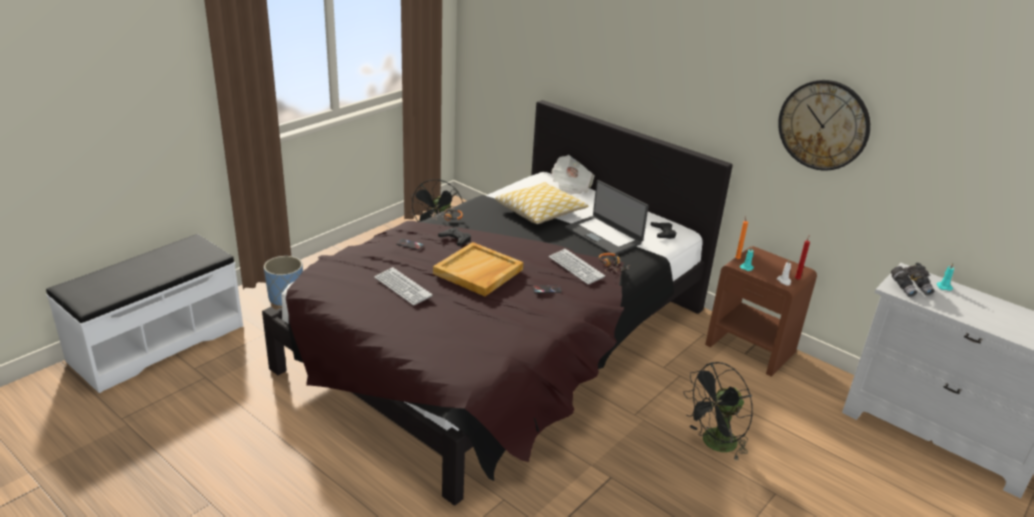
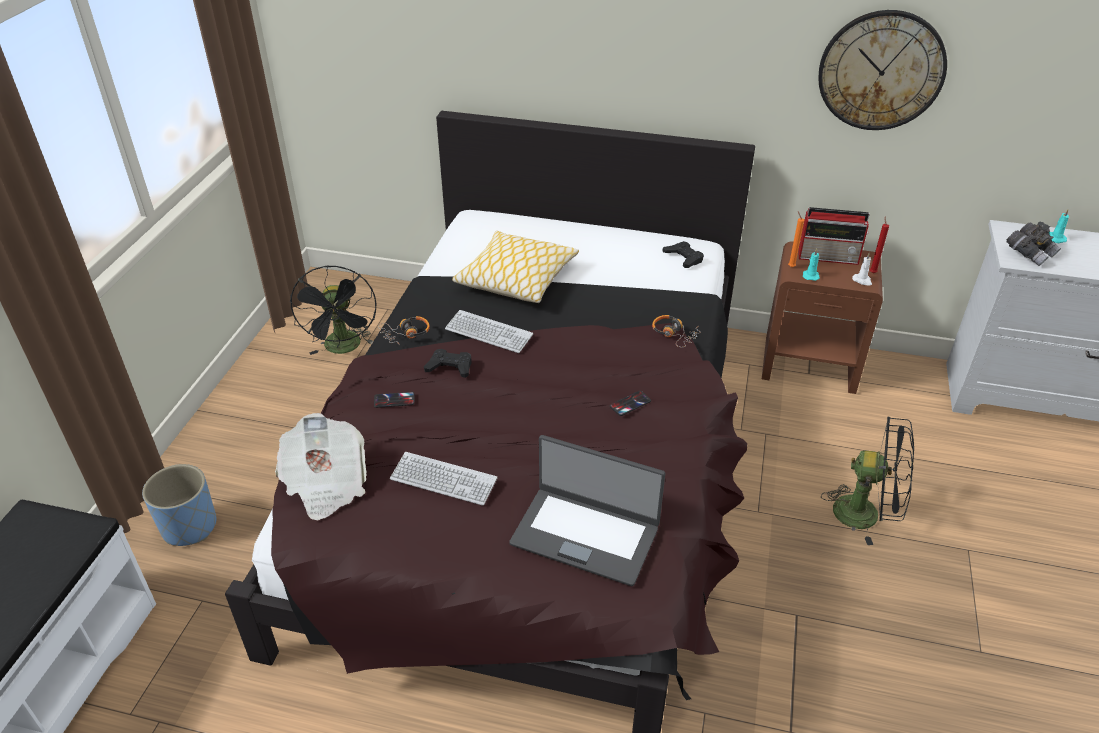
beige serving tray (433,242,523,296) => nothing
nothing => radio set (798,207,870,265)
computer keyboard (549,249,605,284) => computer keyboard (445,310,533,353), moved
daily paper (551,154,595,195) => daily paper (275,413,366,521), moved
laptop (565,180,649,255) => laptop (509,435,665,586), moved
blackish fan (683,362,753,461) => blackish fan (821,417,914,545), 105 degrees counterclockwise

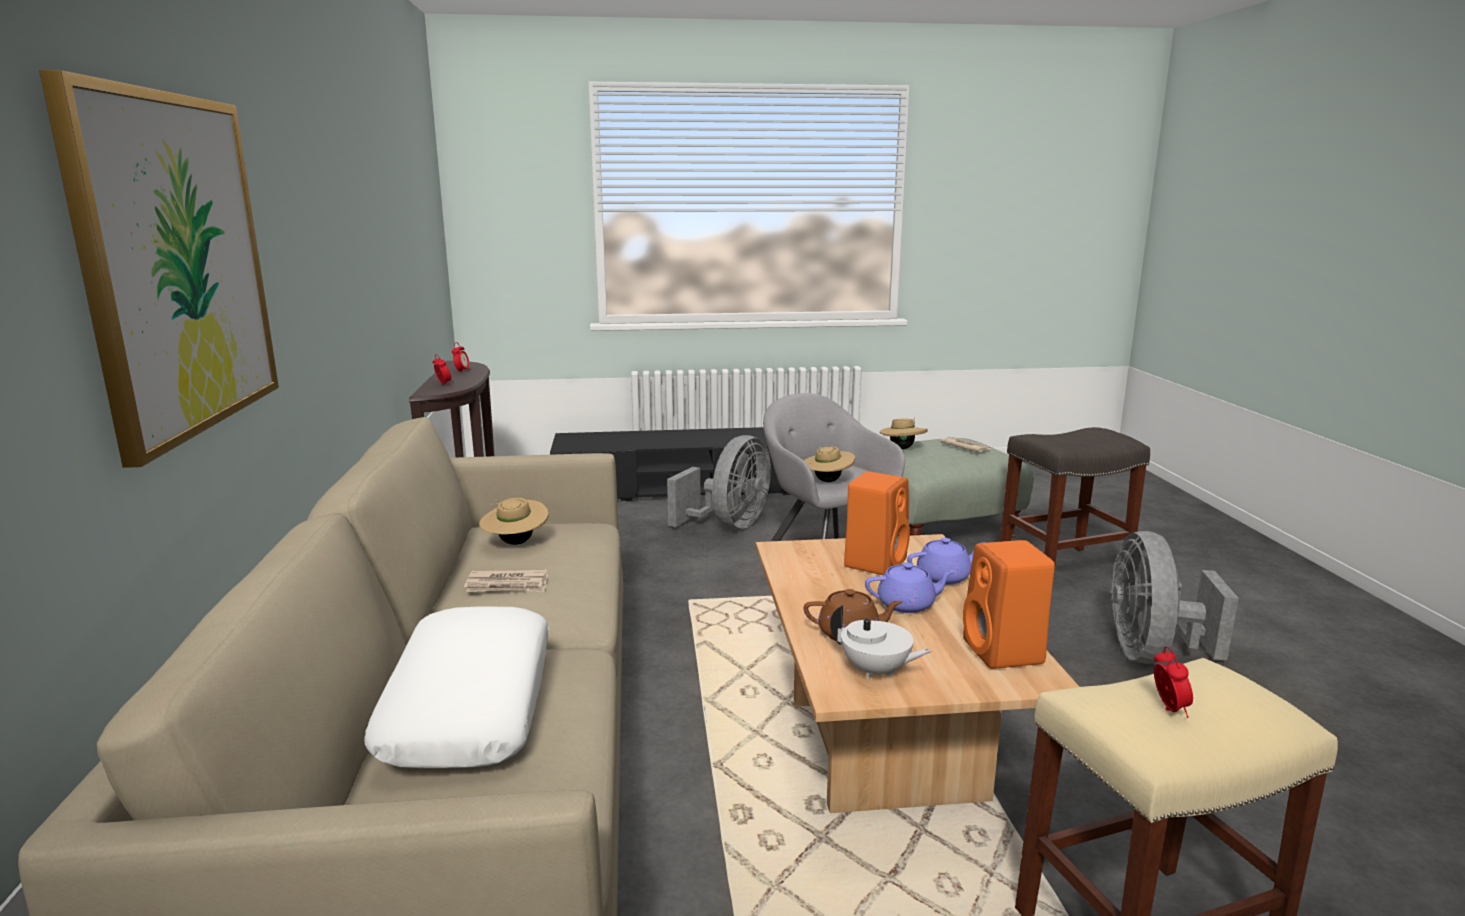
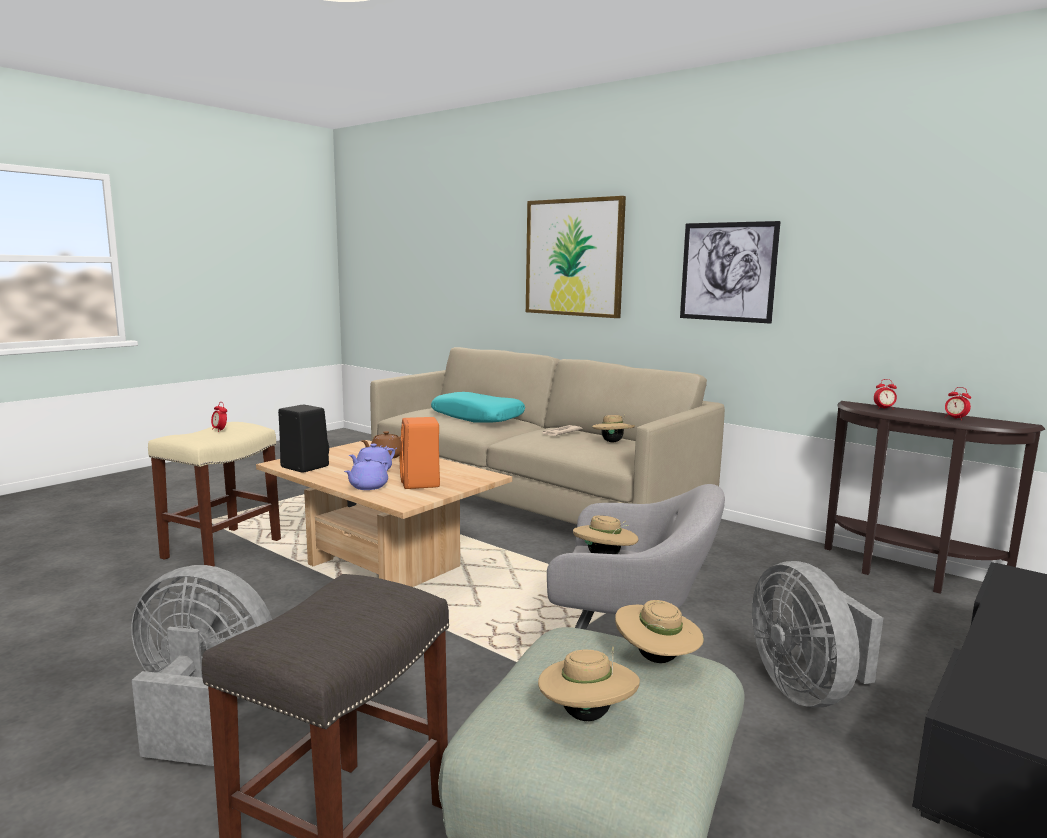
whitish pot for tea (830,605,932,680) => nothing
nothing => wall picture (680,221,781,324)
daily paper (940,437,992,452) => beige hat (538,647,640,721)
whitish throw pillow (364,606,549,768) => blue-green throw pillow (431,392,525,423)
orange speaker (963,540,1055,669) => blackish speaker (278,404,329,473)
grey fan (1110,531,1239,664) => grey fan (131,565,272,766), 45 degrees counterclockwise

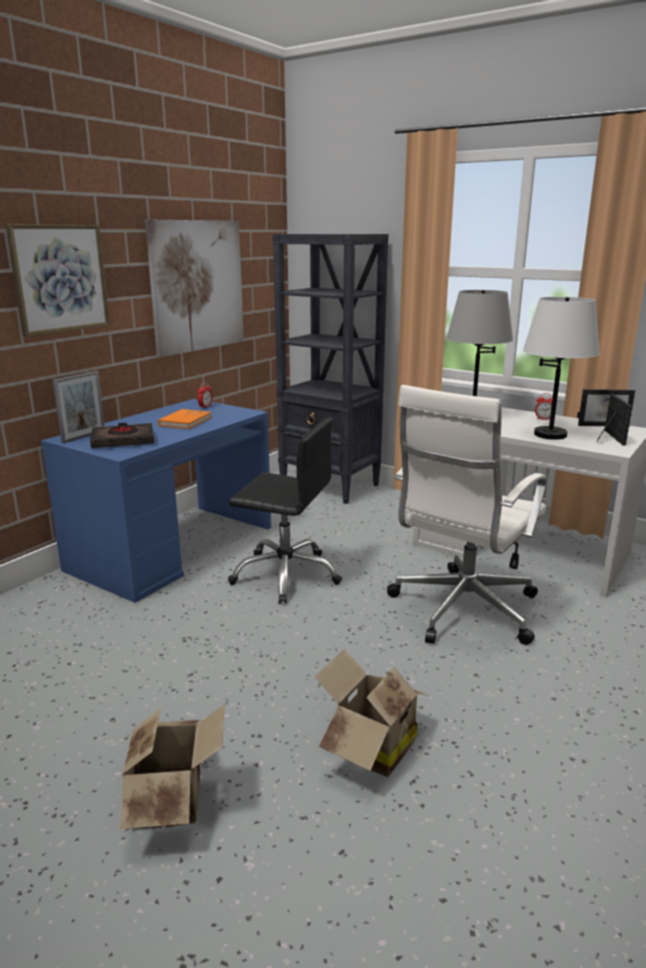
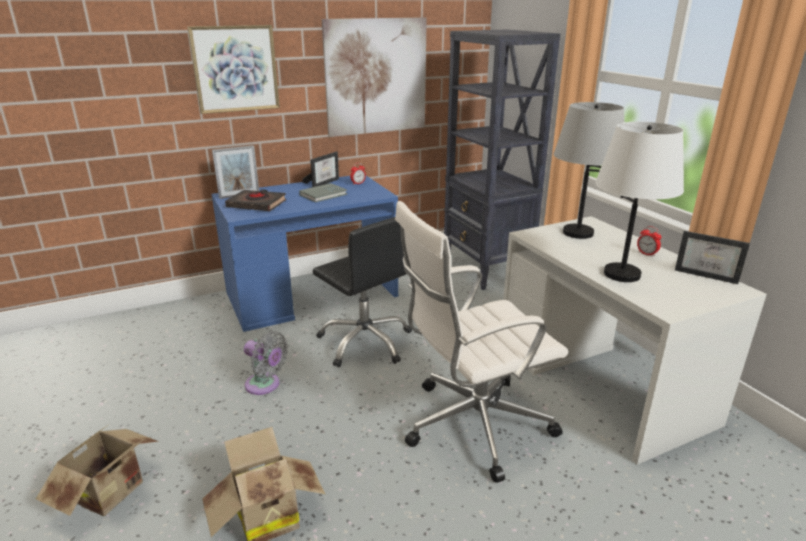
nothing => grey fan (244,332,288,395)
standing frame (597,394,632,445) => standing frame (302,152,339,187), moved
orange bound book (158,409,212,429) => grey bound book (299,183,347,203)

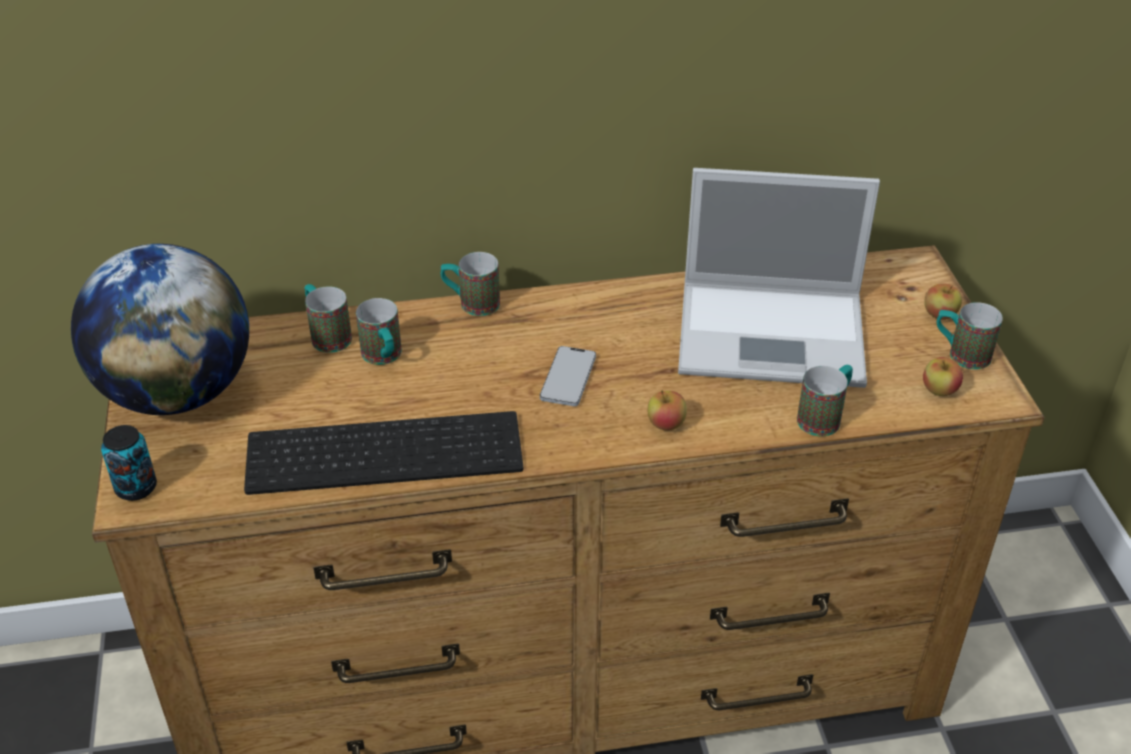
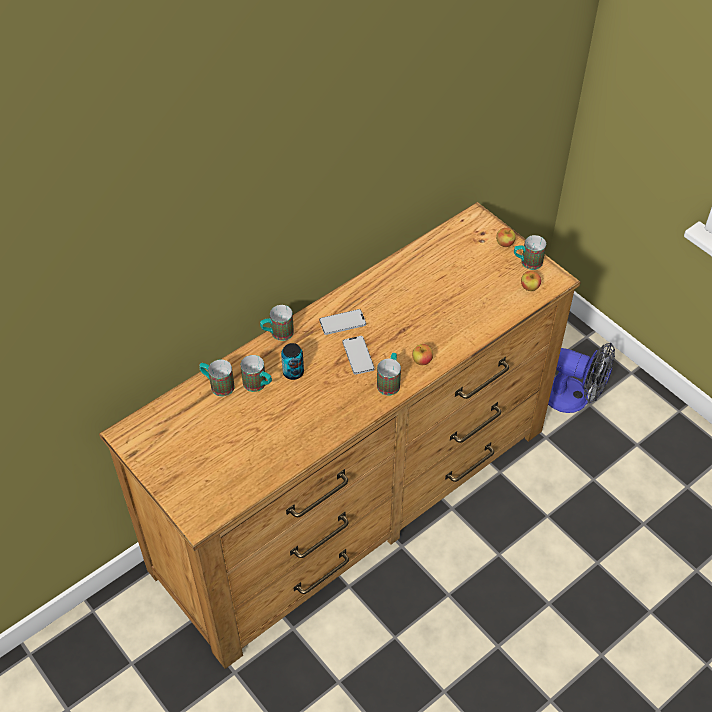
desk globe (71,244,249,415) => nothing
computer keyboard (244,411,523,495) => nothing
laptop (678,168,880,388) => nothing
nothing => telephone (319,309,366,335)
nothing => fan (548,343,615,413)
sealed can (101,425,157,501) => sealed can (281,343,304,380), moved
tea mug (797,365,853,436) => tea mug (377,353,401,396), moved

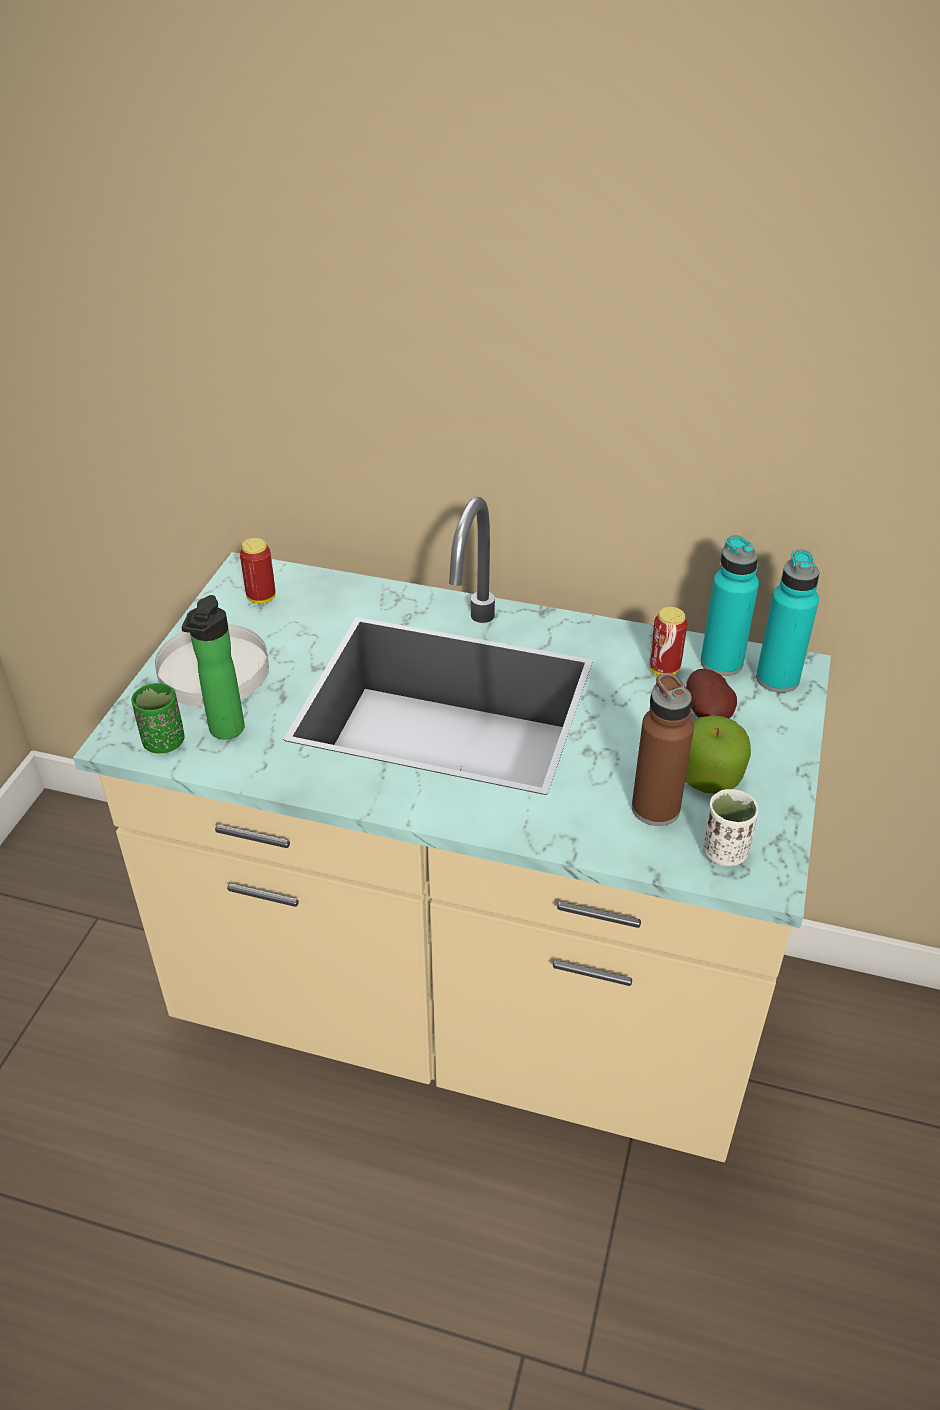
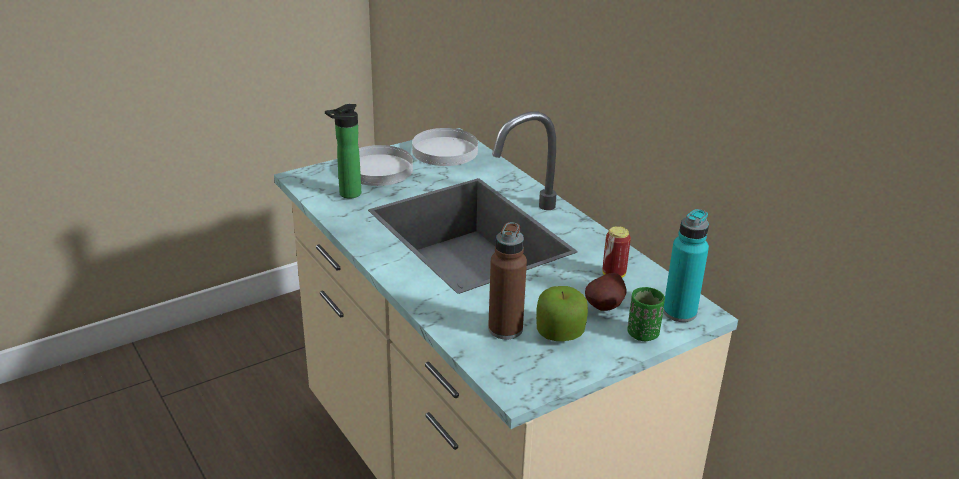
blue-green beverage bottle (700,535,759,676) => nothing
whitish cup (702,789,758,866) => nothing
greenish cup (131,683,185,753) => greenish cup (627,287,665,341), moved
sealed can (240,538,275,604) => whitish dinner plate (412,128,478,166)

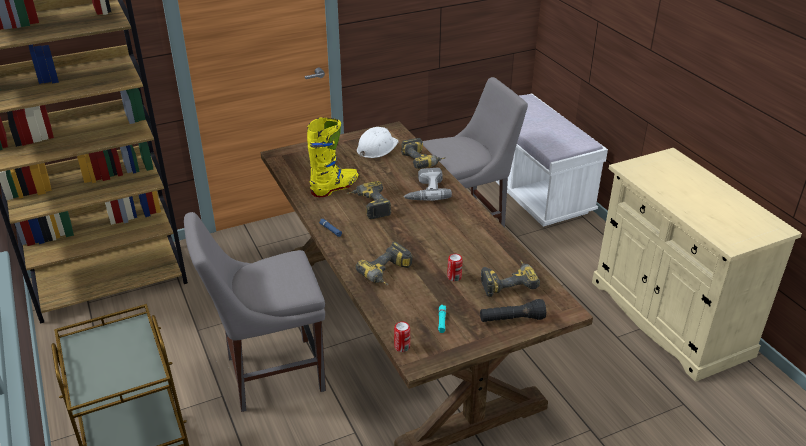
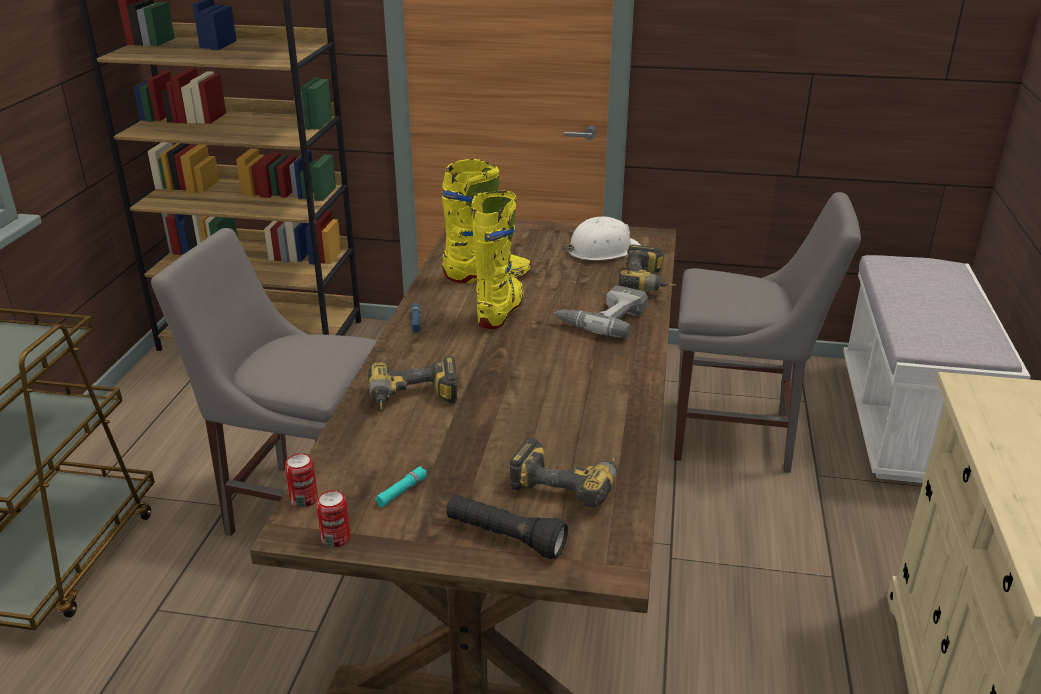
sealed can (447,254,463,281) => sealed can (317,490,350,547), moved
electric drill (346,181,391,219) => yellowish tall boot (471,191,524,329)

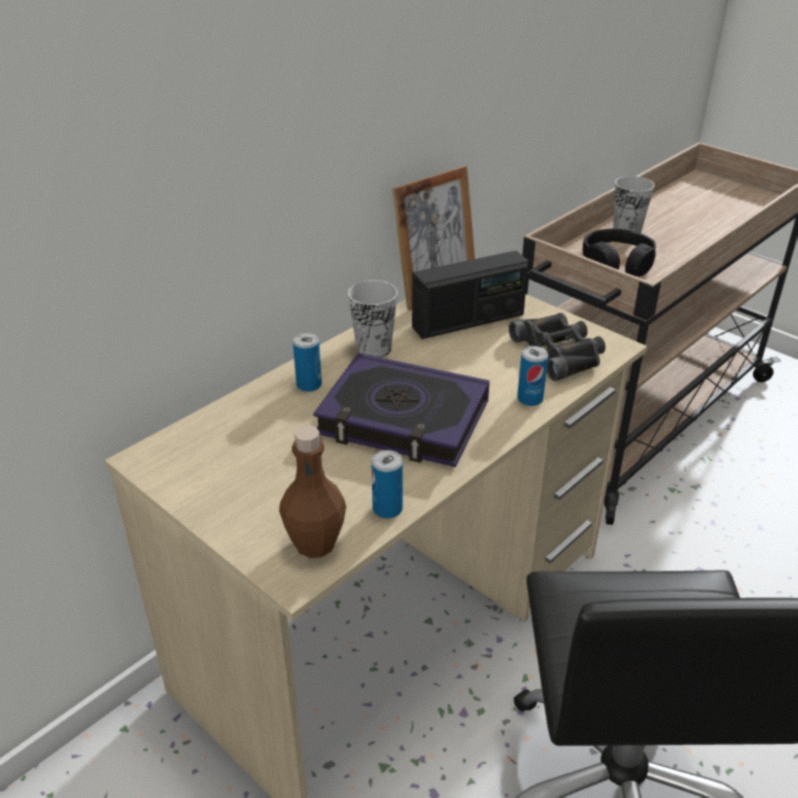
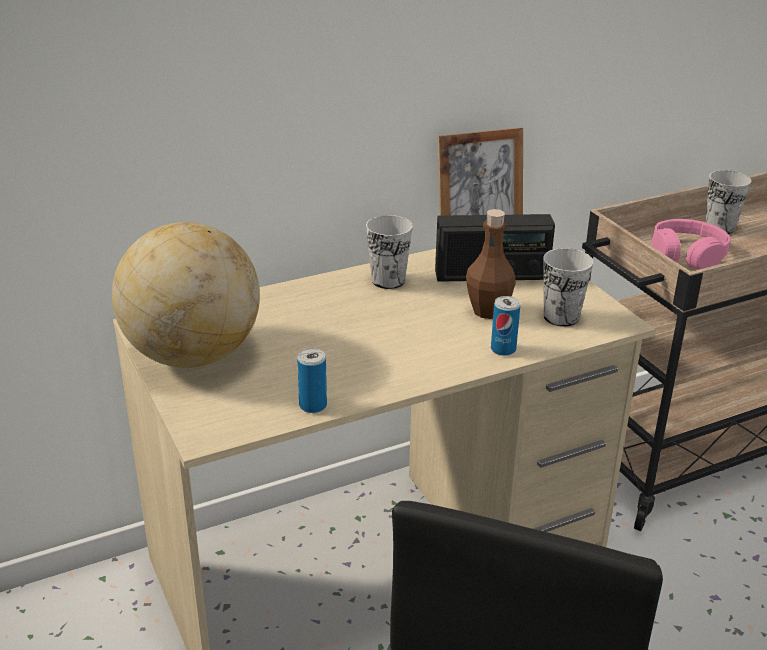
sealed can (293,333,322,392) => nothing
bound book (313,353,490,467) => nothing
nothing => desk globe (112,222,260,368)
brown beverage bottle (279,425,346,558) => brown beverage bottle (466,209,516,319), moved
blackish binoculars (509,313,605,381) => cup (543,248,594,327)
blackish pair of headphones (583,229,656,277) => pink-coloured pair of headphones (652,219,731,270)

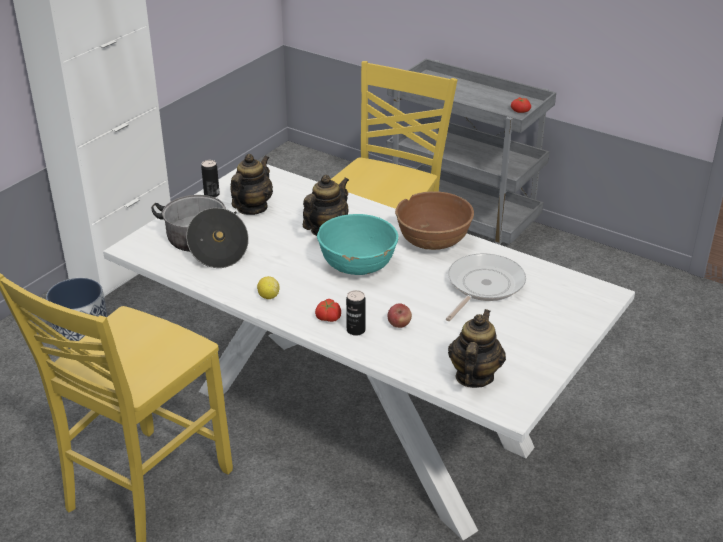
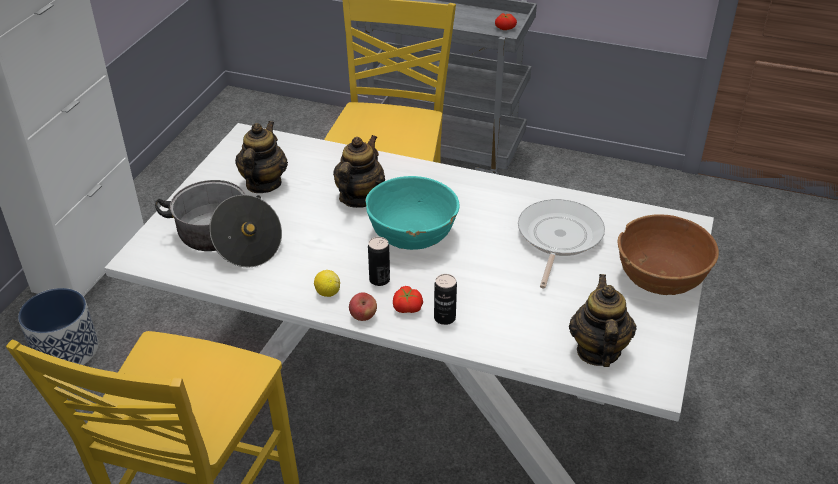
sealed can (201,160,220,197) => sealed can (368,237,390,286), moved
whole apple (387,303,412,328) => whole apple (349,292,377,321), moved
brown deep dish (395,191,474,250) => brown deep dish (618,215,719,295), moved

